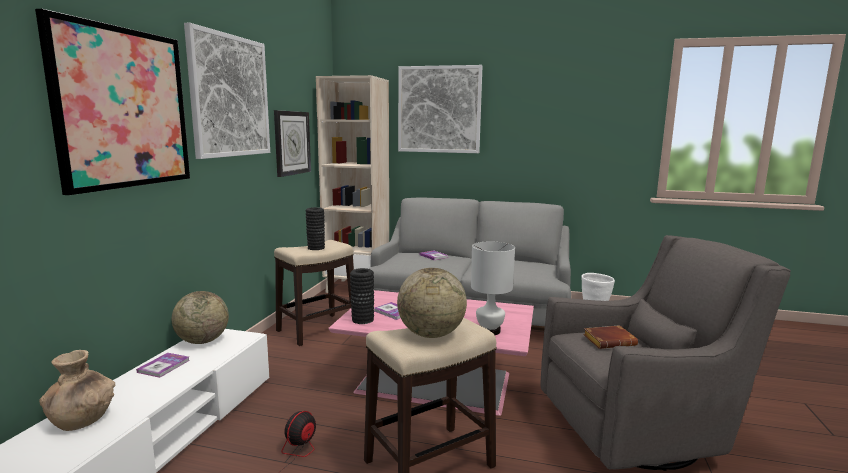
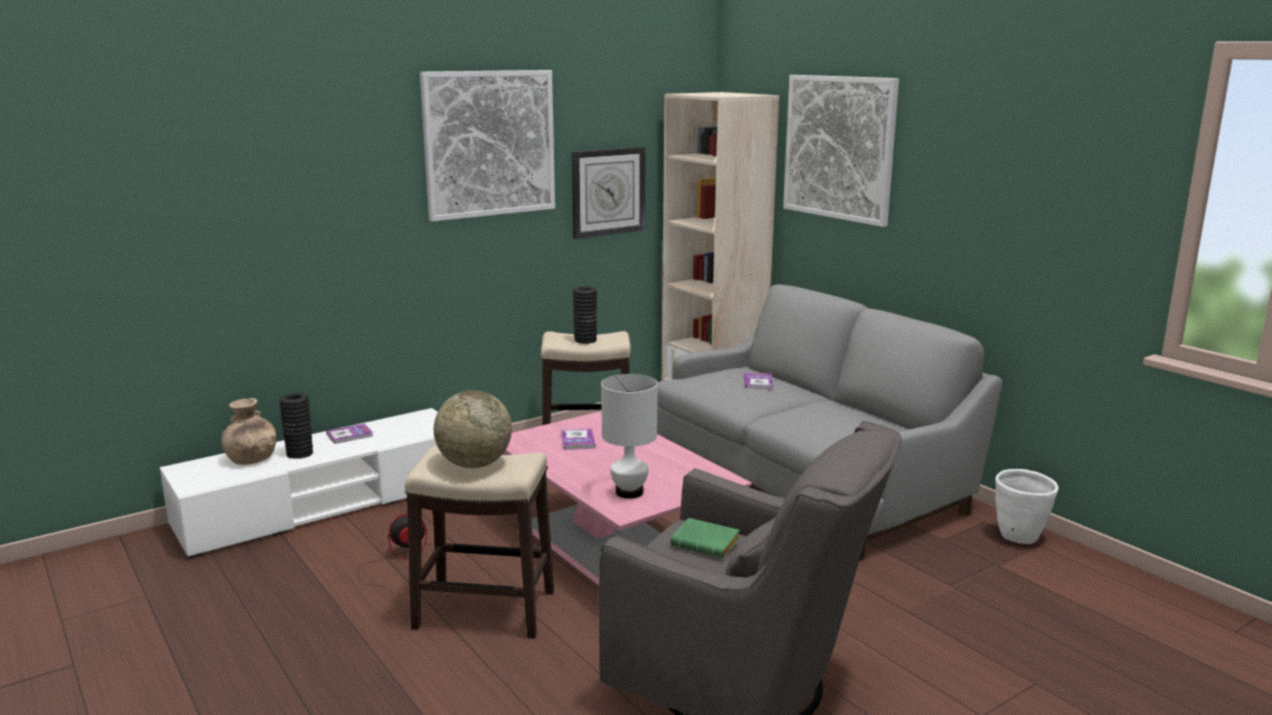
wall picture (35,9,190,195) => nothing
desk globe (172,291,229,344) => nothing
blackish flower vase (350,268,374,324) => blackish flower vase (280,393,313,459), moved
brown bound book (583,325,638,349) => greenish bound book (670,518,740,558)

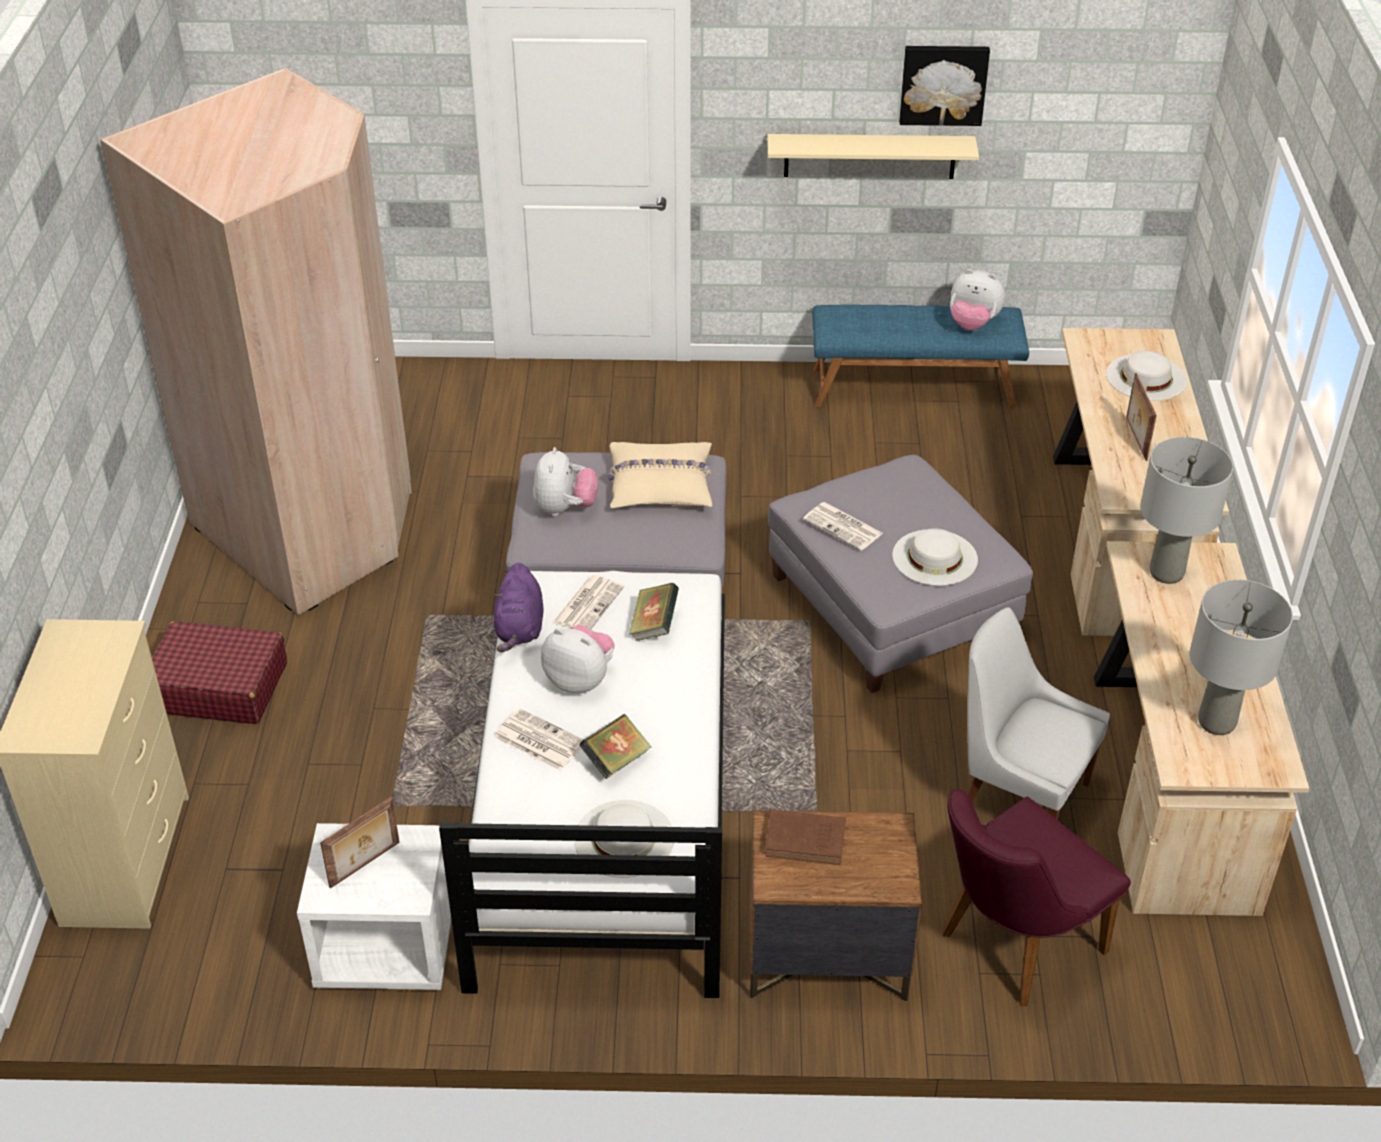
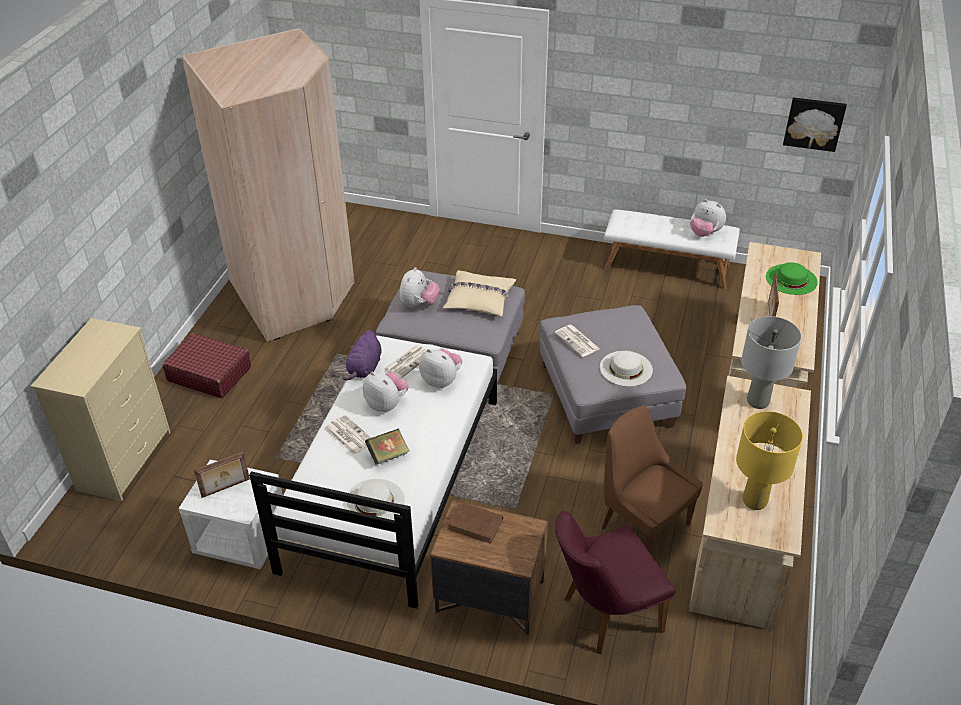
beige shelf (768,134,979,179) => nothing
wall picture (899,46,990,126) => wall picture (783,97,847,152), moved
bound book (629,582,679,641) => soft toy (419,348,462,388)
bluish bench (812,304,1029,410) => whitish bench (604,209,740,289)
whitish upright chair (967,607,1110,820) => brown upright chair (602,405,703,554)
whitish hat (1106,351,1187,401) => greenish hat (766,262,818,295)
grey lamp for a table (1190,580,1293,735) => yellowish lamp for a table (736,411,803,510)

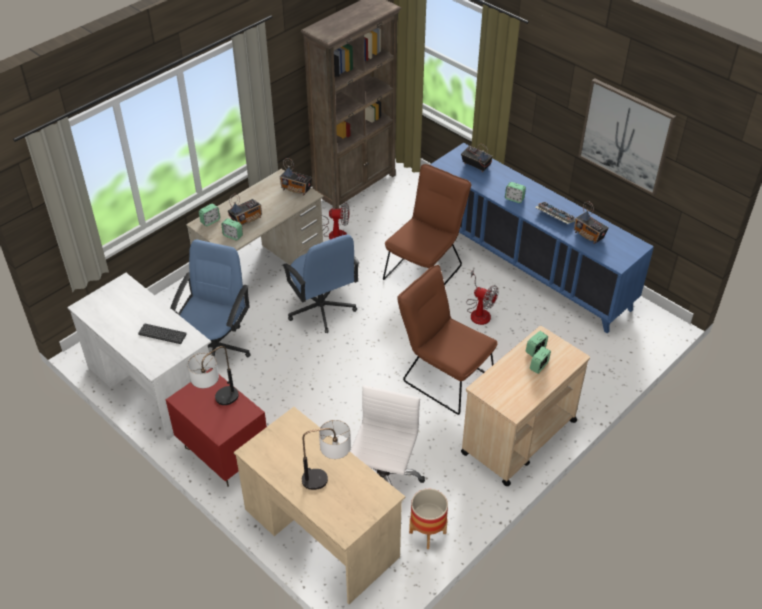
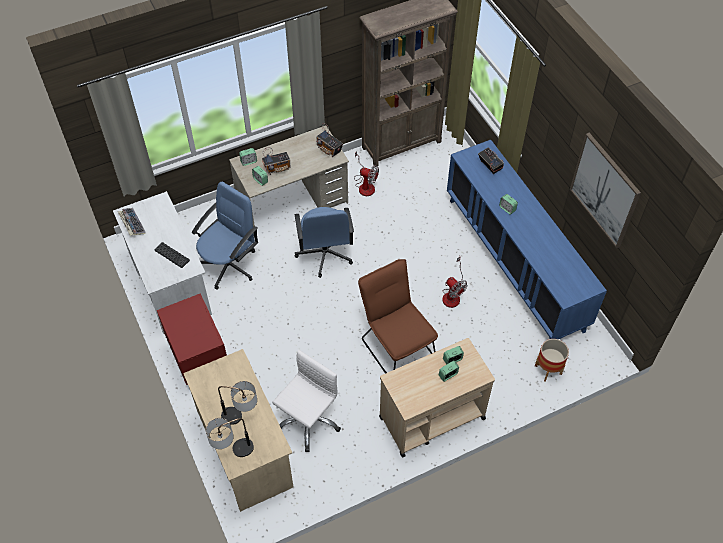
brown upright chair (383,164,471,285) => nothing
radio set (574,201,609,244) => nothing
lamp for a table (188,346,239,405) => lamp for a table (206,418,254,457), moved
planter (409,489,448,549) => planter (535,339,569,382), moved
computer keyboard (535,202,575,224) => computer keyboard (118,208,146,236), moved

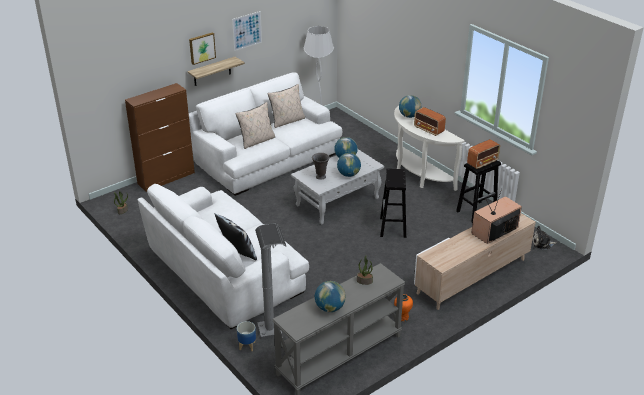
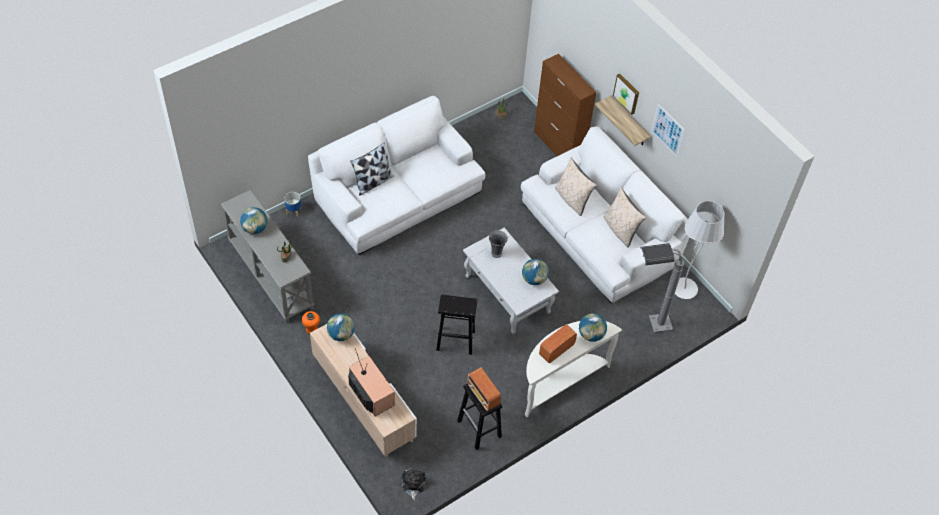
grey standard lamp (255,224,286,337) => grey standard lamp (640,243,684,332), moved
desk globe (337,153,361,177) => desk globe (327,313,355,341), moved

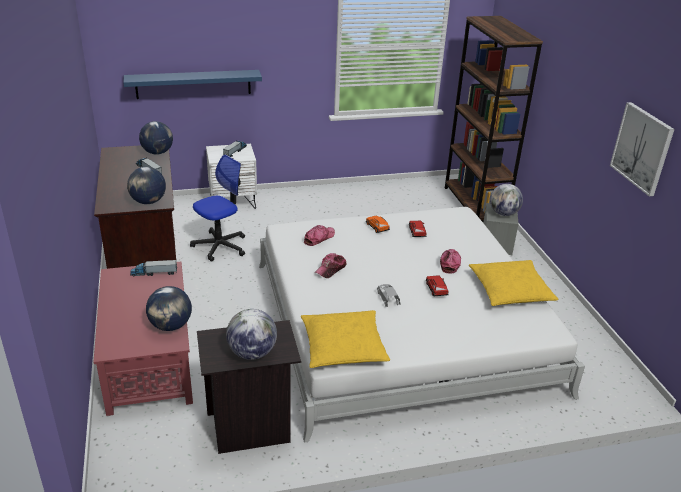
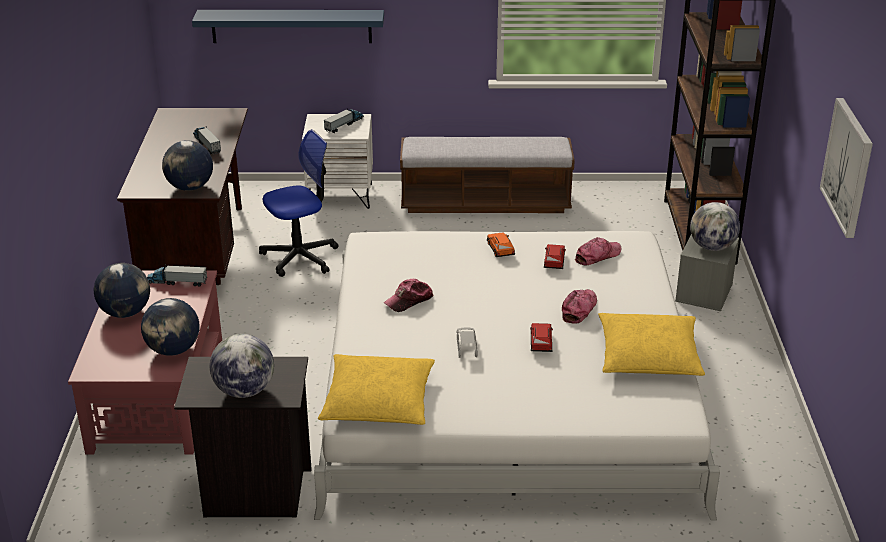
nothing => bench (400,137,575,213)
desk globe (139,121,173,155) => desk globe (94,263,150,318), moved
baseball cap (304,225,335,246) => baseball cap (575,237,621,266), moved

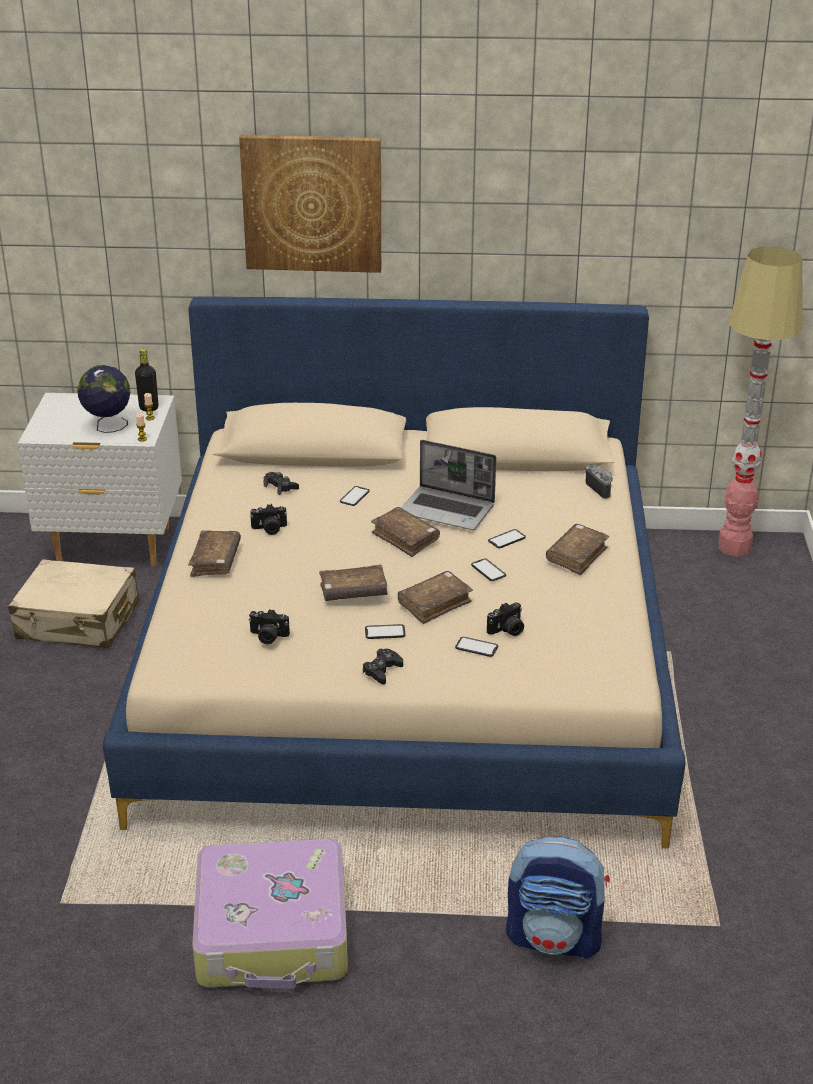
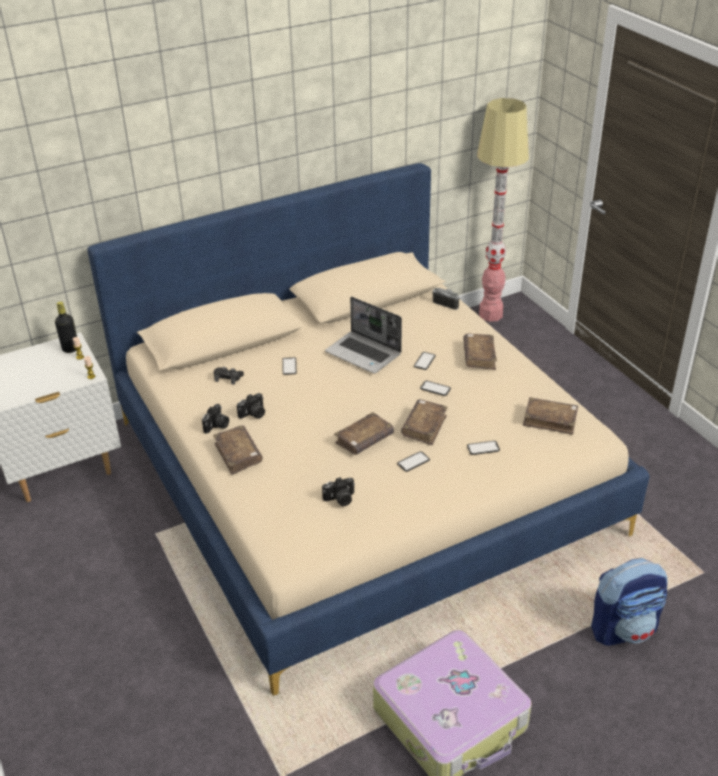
beige travel case (8,559,139,648) => nothing
desk globe (77,365,131,433) => nothing
wall picture (239,135,381,273) => nothing
blackish game controller (363,649,403,684) => nothing
brown bound book (371,507,440,557) => brown bound book (523,397,578,435), moved
still camera (487,602,524,636) => still camera (202,404,229,434), moved
laptop (401,440,496,530) => laptop (325,297,402,374), 45 degrees clockwise

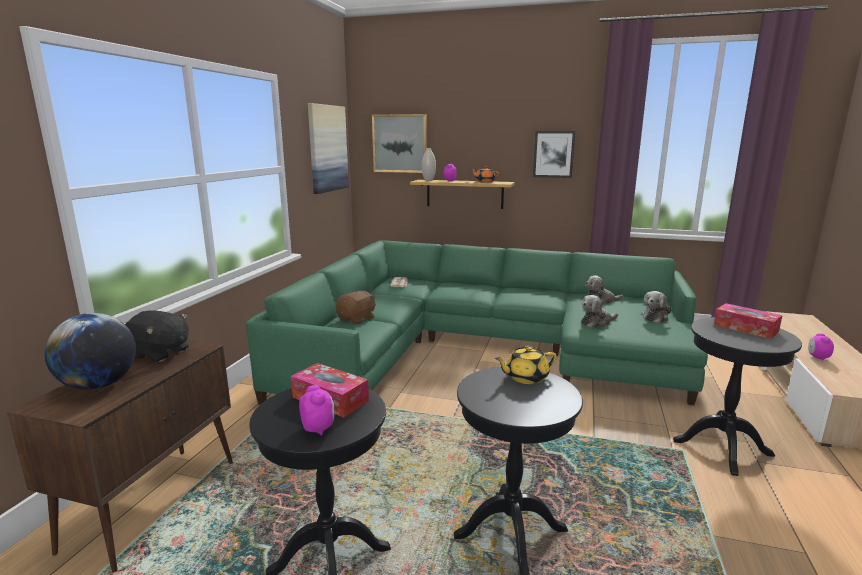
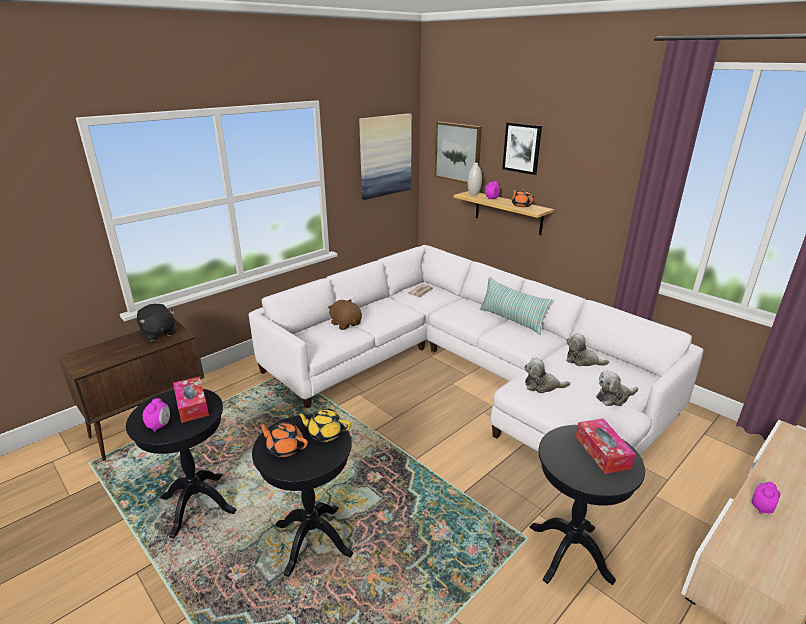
desk globe (44,313,136,390) => nothing
nothing => orange pot for tea (258,422,308,457)
nothing => throw pillow (480,277,553,335)
wall picture (533,131,575,178) => wall picture (502,122,542,175), moved
greenish couch (246,240,708,405) => whitish couch (249,245,703,456)
brown soft toy (336,291,376,324) => brown soft toy (328,299,362,330), 105 degrees counterclockwise

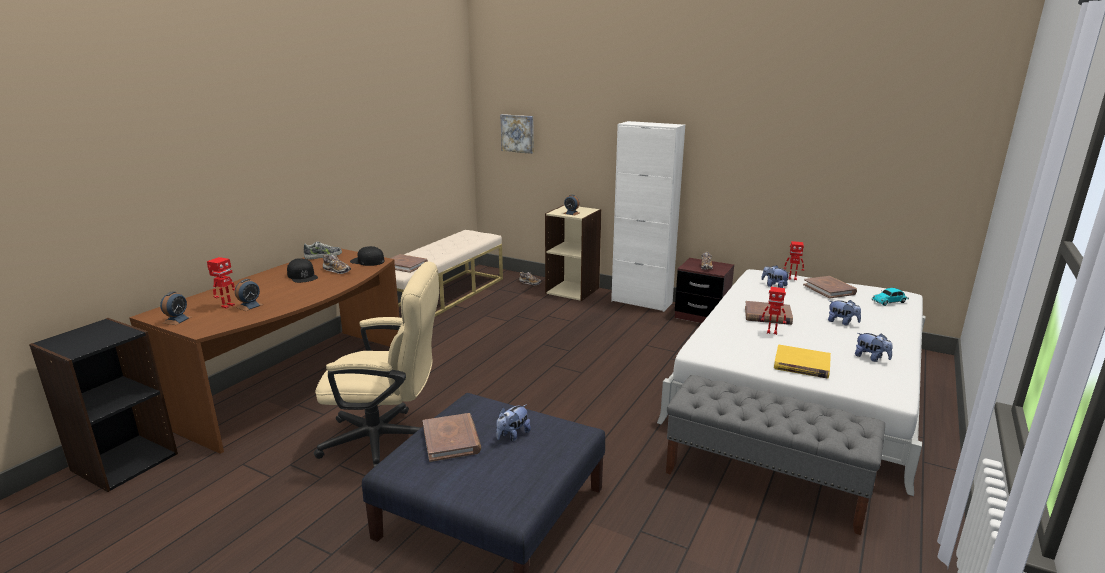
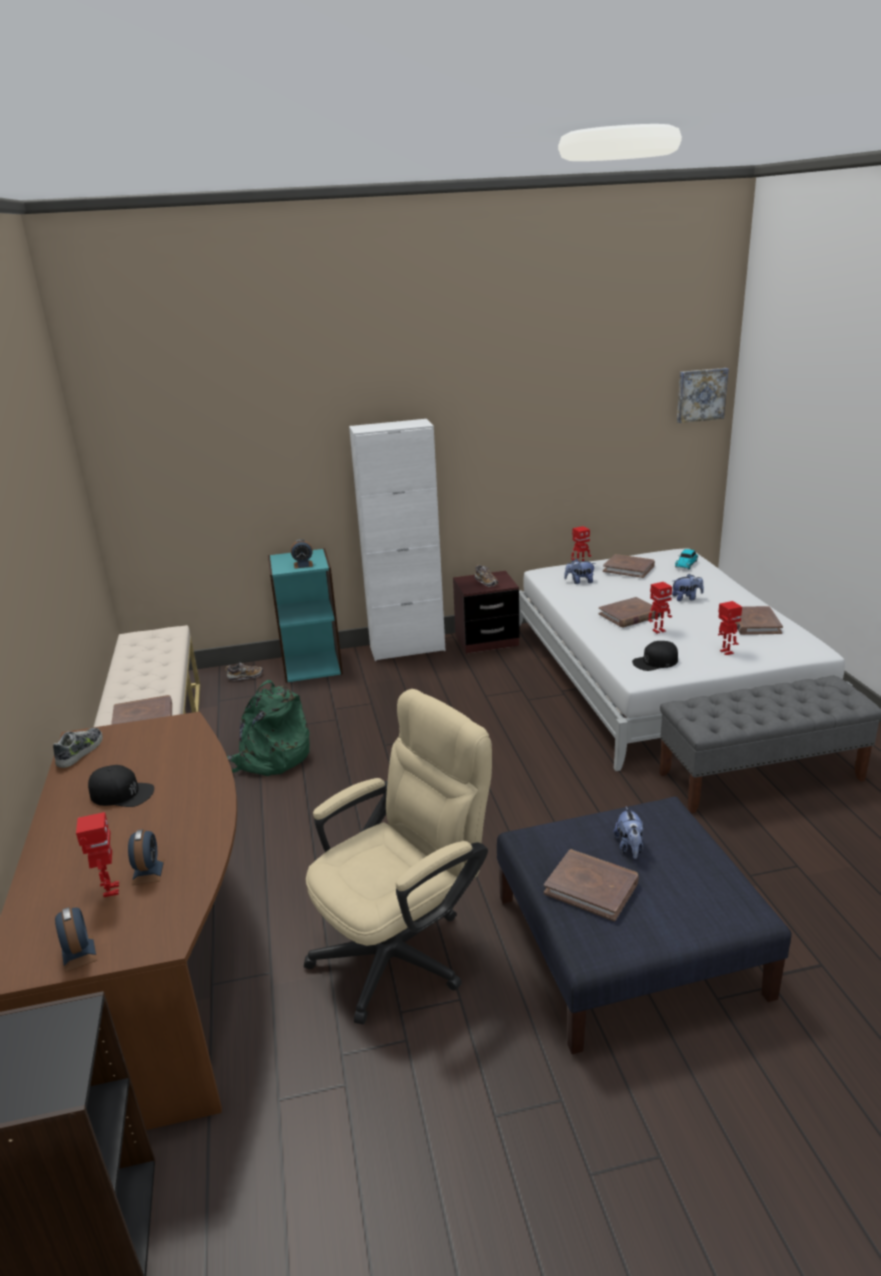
shoe (323,255,351,274) => nothing
nothing => greenish knapsack (227,680,310,776)
blackish baseball cap (350,246,384,266) => blackish baseball cap (632,641,678,671), moved
wall picture (501,114,534,154) => wall picture (677,368,729,423), moved
yellowish bound book (774,345,831,379) => robot figure (718,601,742,655)
soft toy (855,333,892,362) => brown bound book (734,606,783,635)
beige shelving unit (545,205,601,301) => blue-green shelving unit (268,548,343,683)

